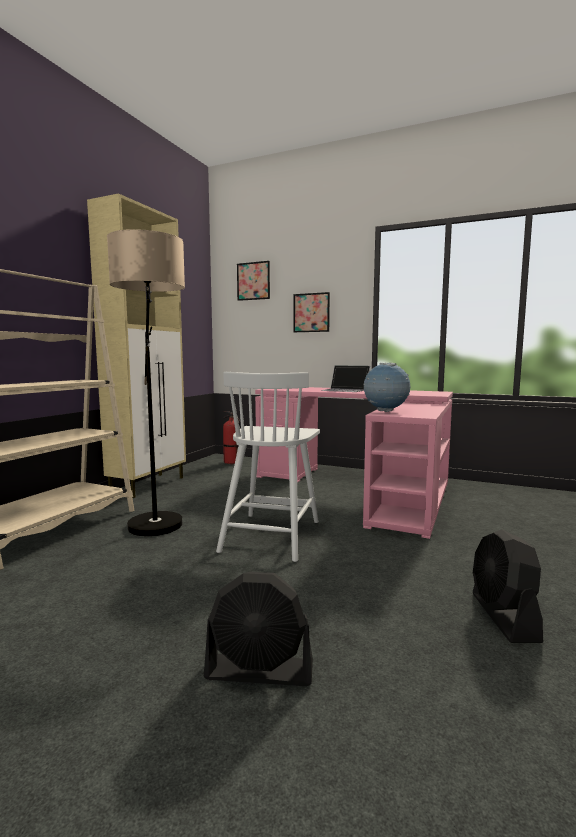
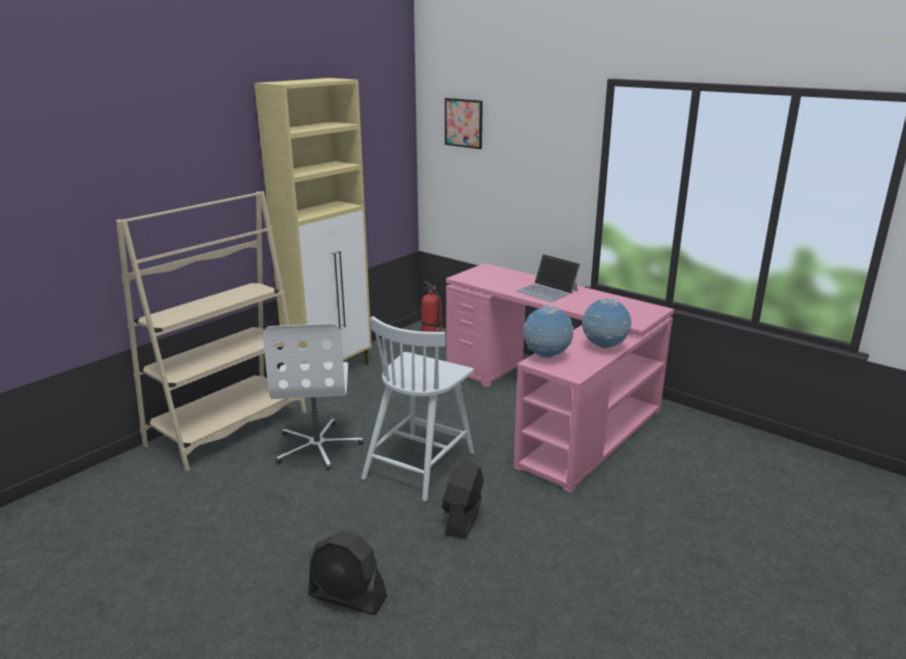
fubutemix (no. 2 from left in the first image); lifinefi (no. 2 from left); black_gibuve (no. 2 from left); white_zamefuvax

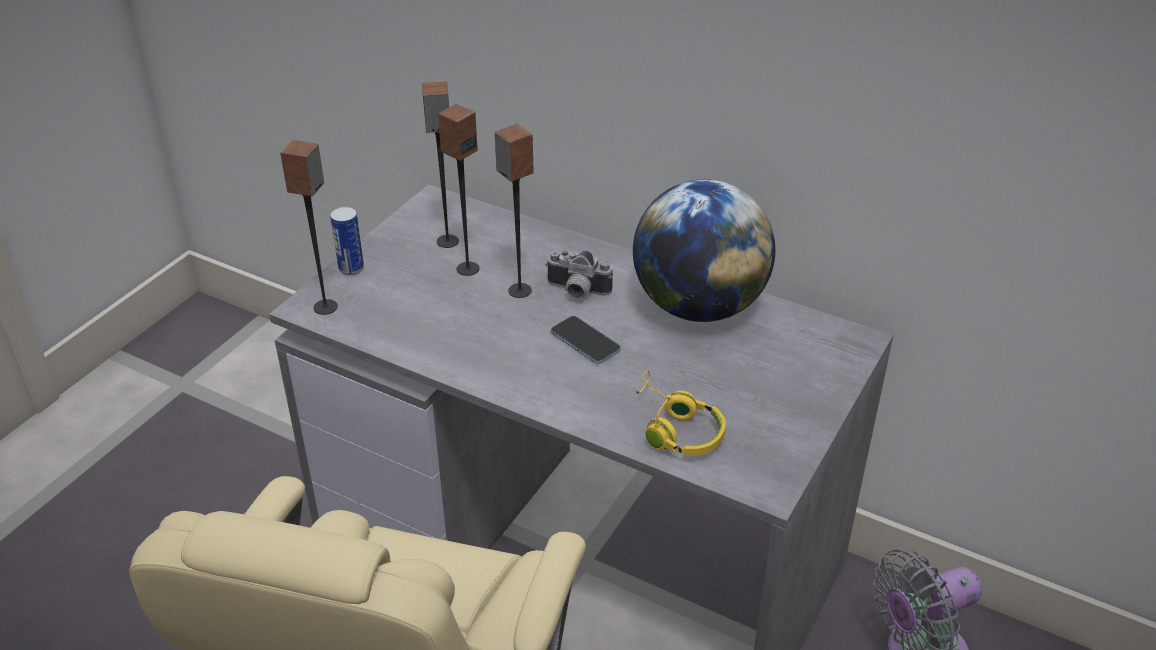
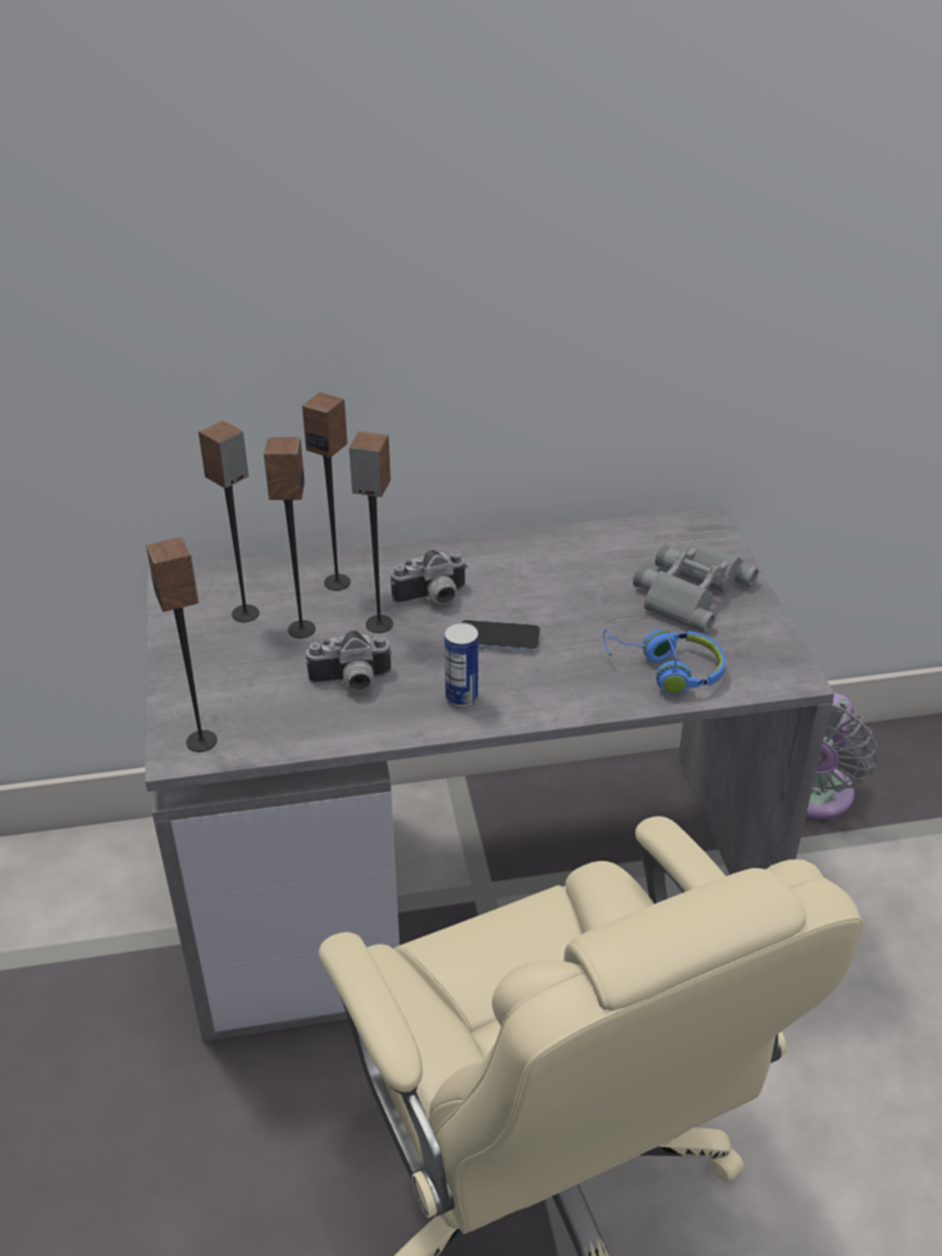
lifinefi; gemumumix (no. 4 from left); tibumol (no. 1 from left); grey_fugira; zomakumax; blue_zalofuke

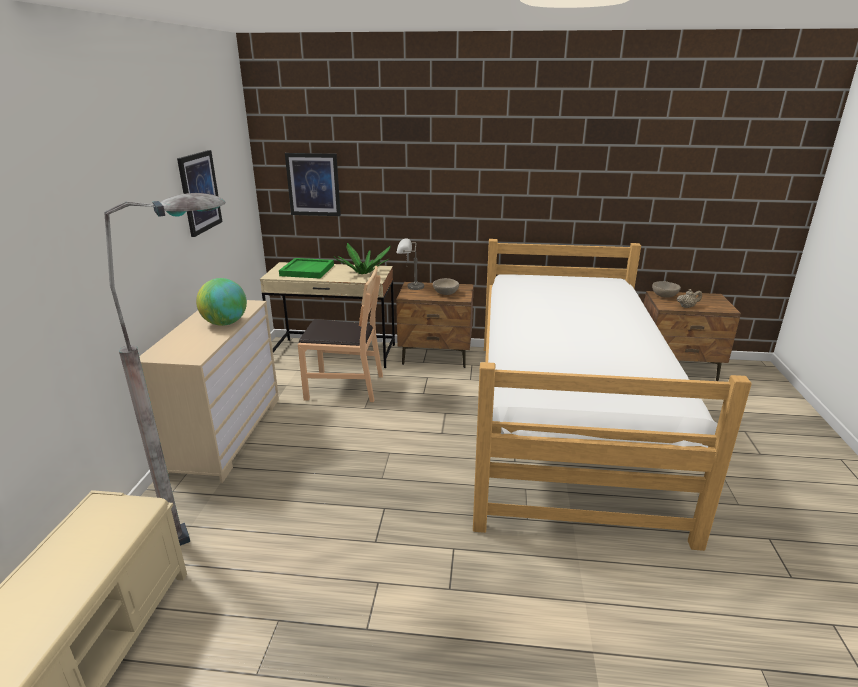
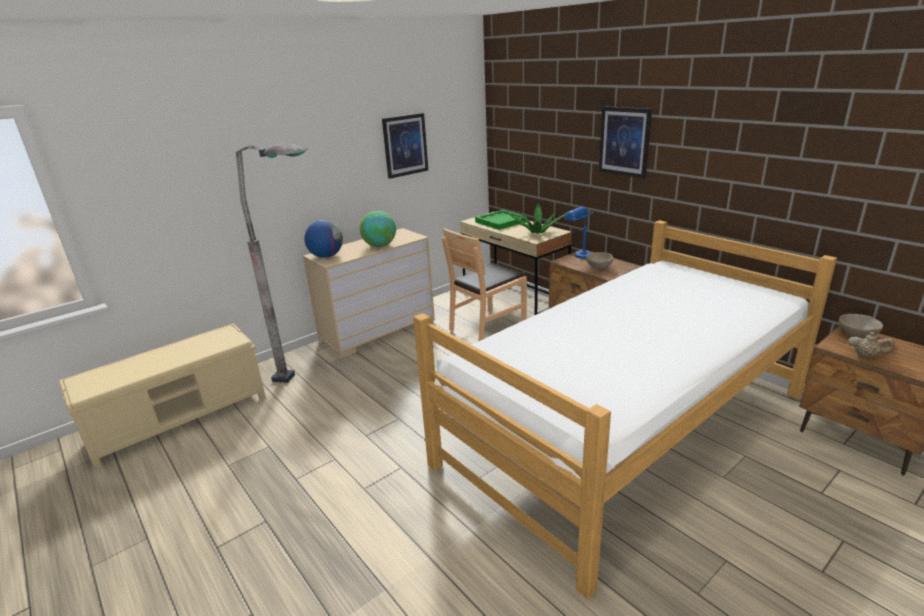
lifinefi (no. 1 from left); fubutemix (no. 2 from left); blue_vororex; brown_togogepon

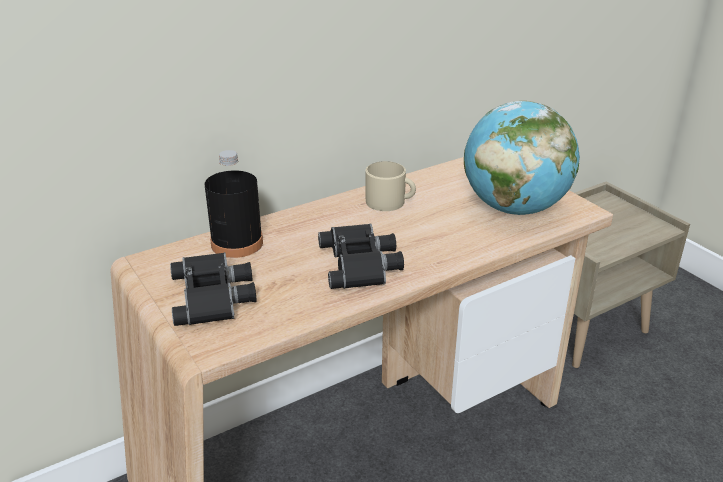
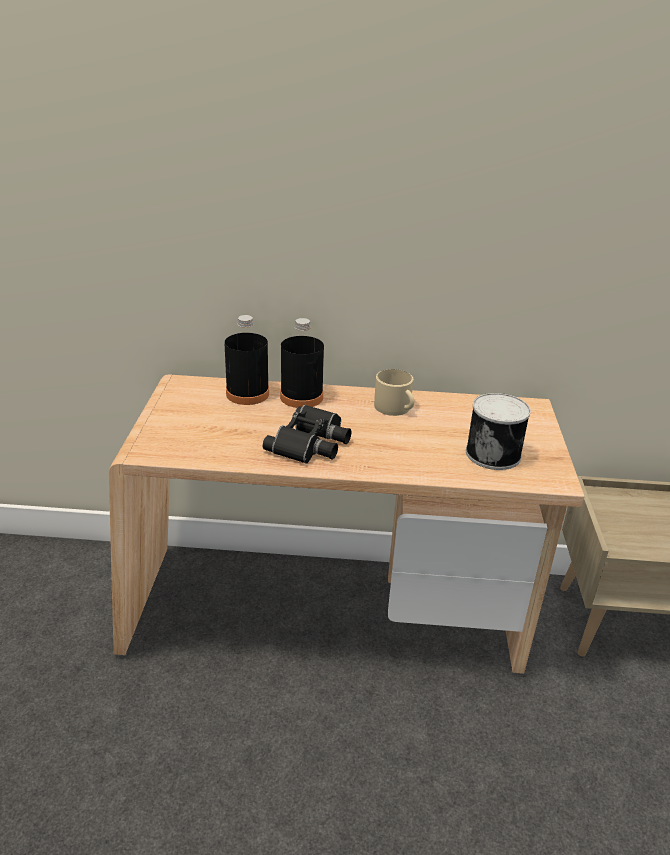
black_fugira (no. 1 from left in the first image); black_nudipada (no. 2 from left); zomakumax

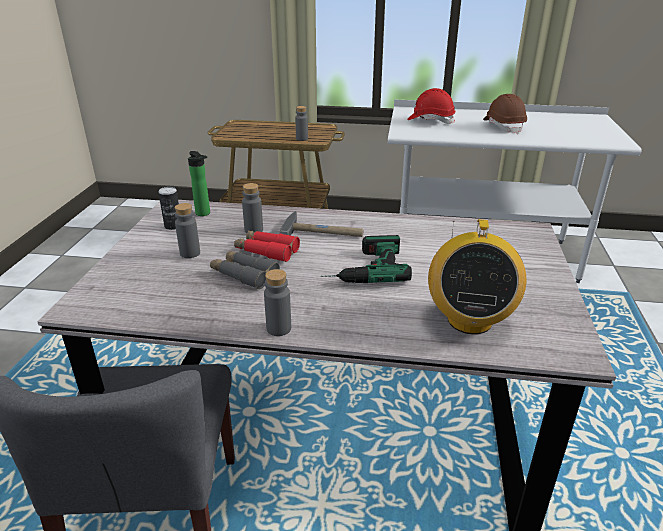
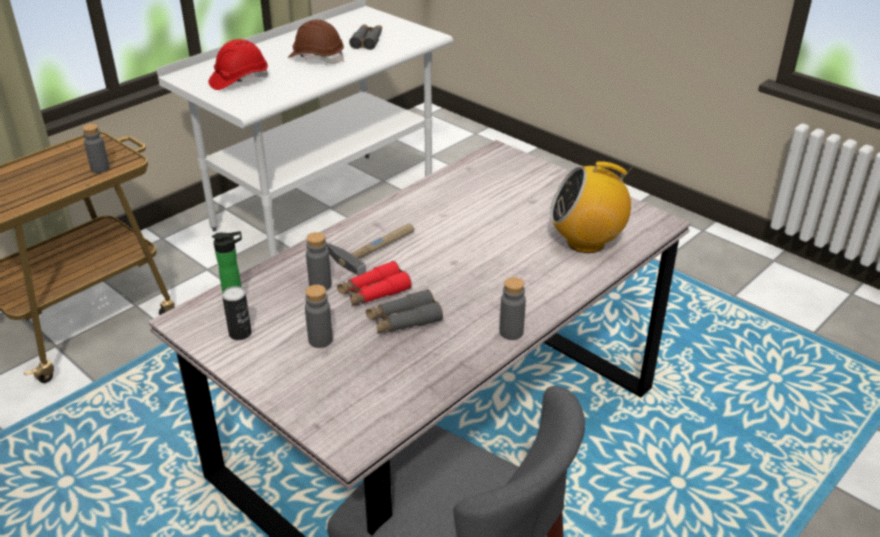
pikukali; grey_fugira (no. 1 from left); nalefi

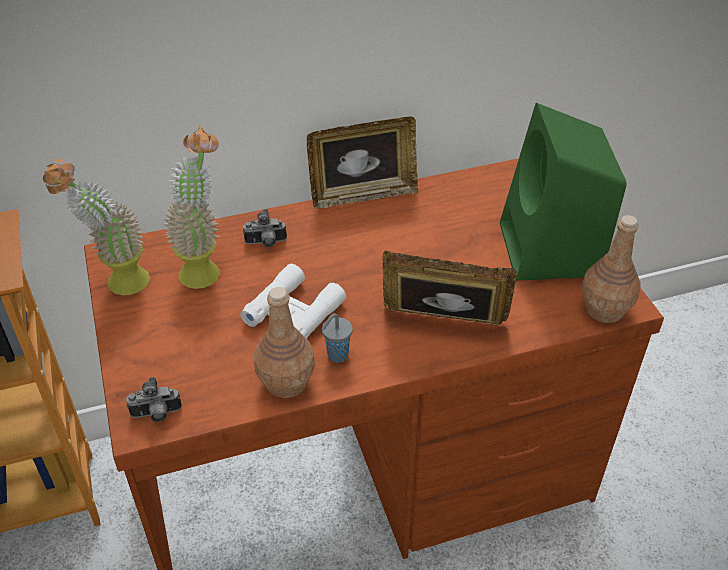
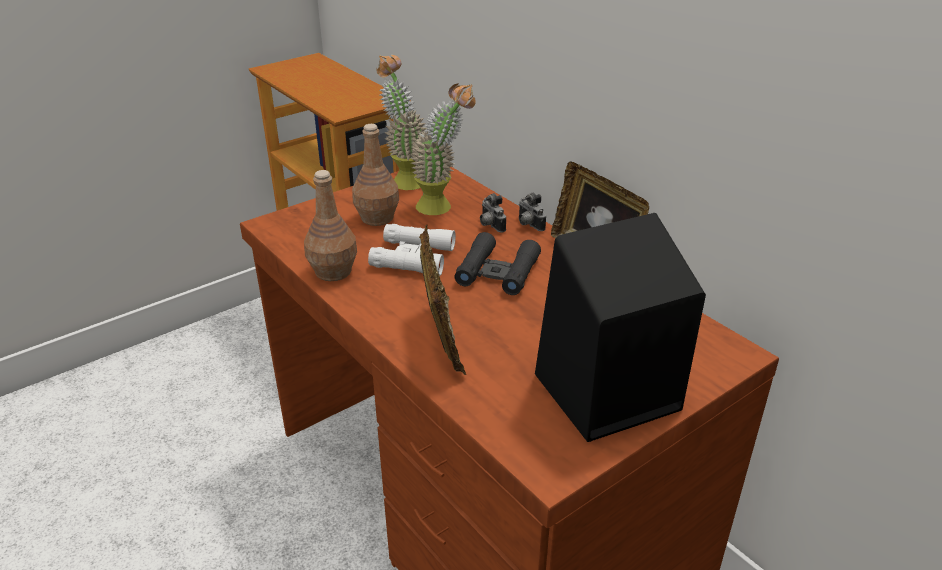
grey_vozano; black_fugira; tibumol (no. 2 from left); brown_nudipada (no. 2 from left); black_gemumumix

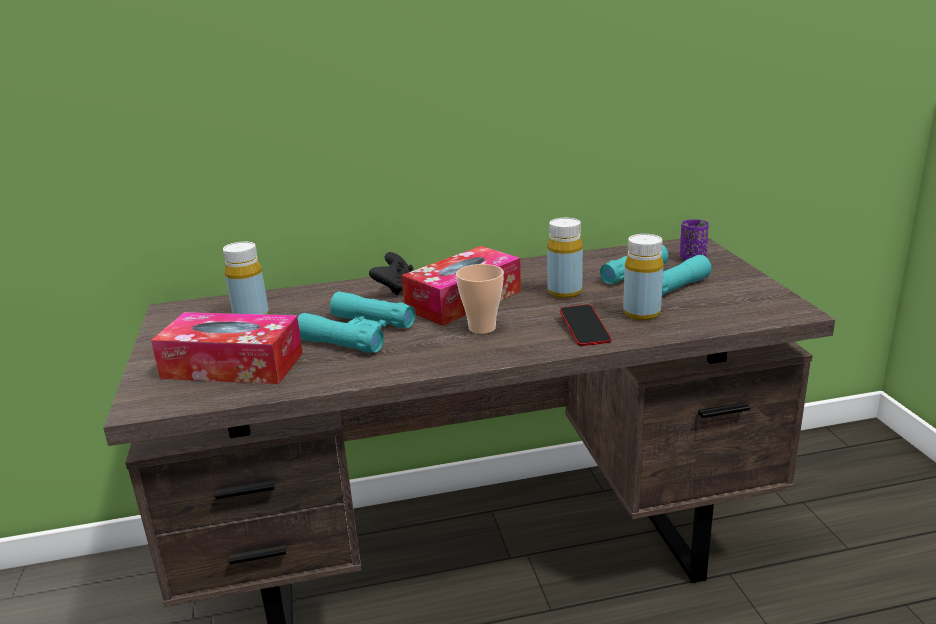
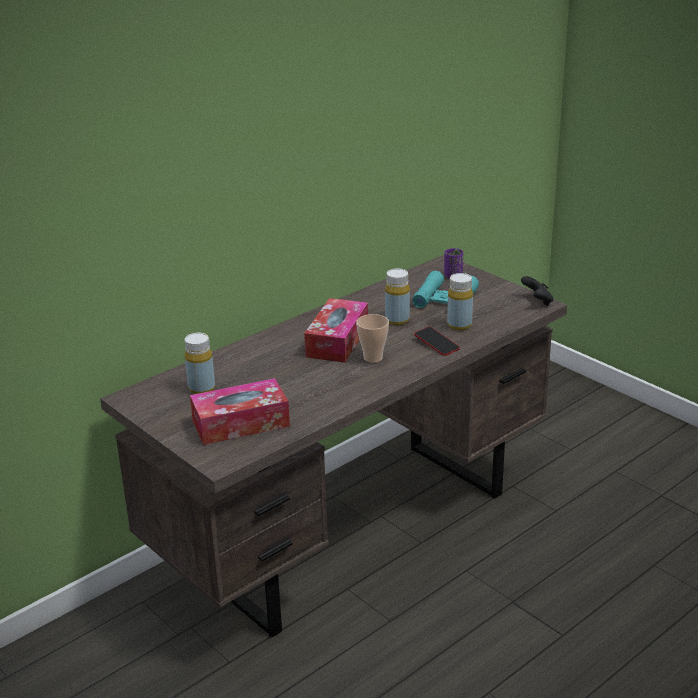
turquoise_fugira (no. 1 from left in the first image); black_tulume

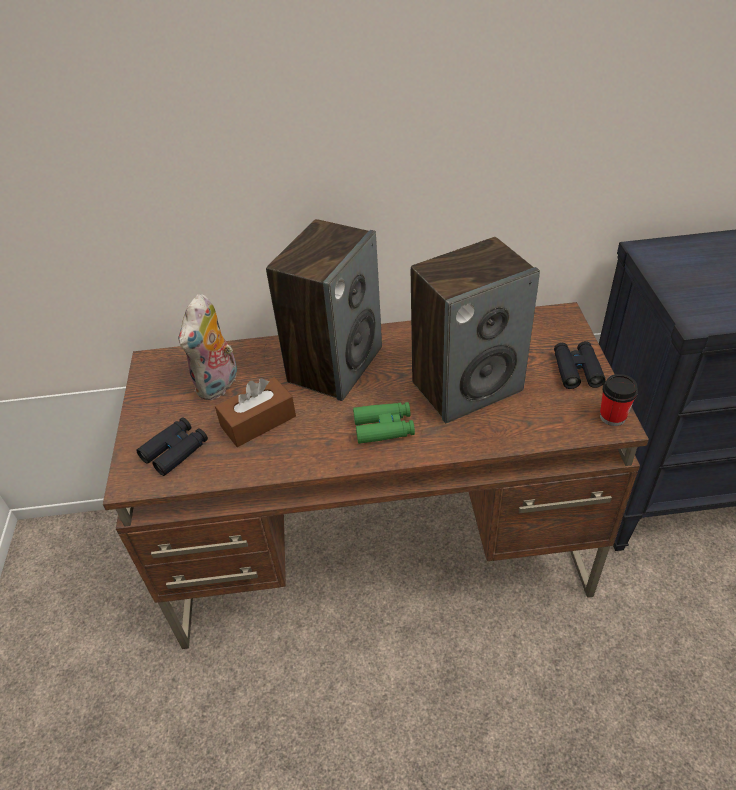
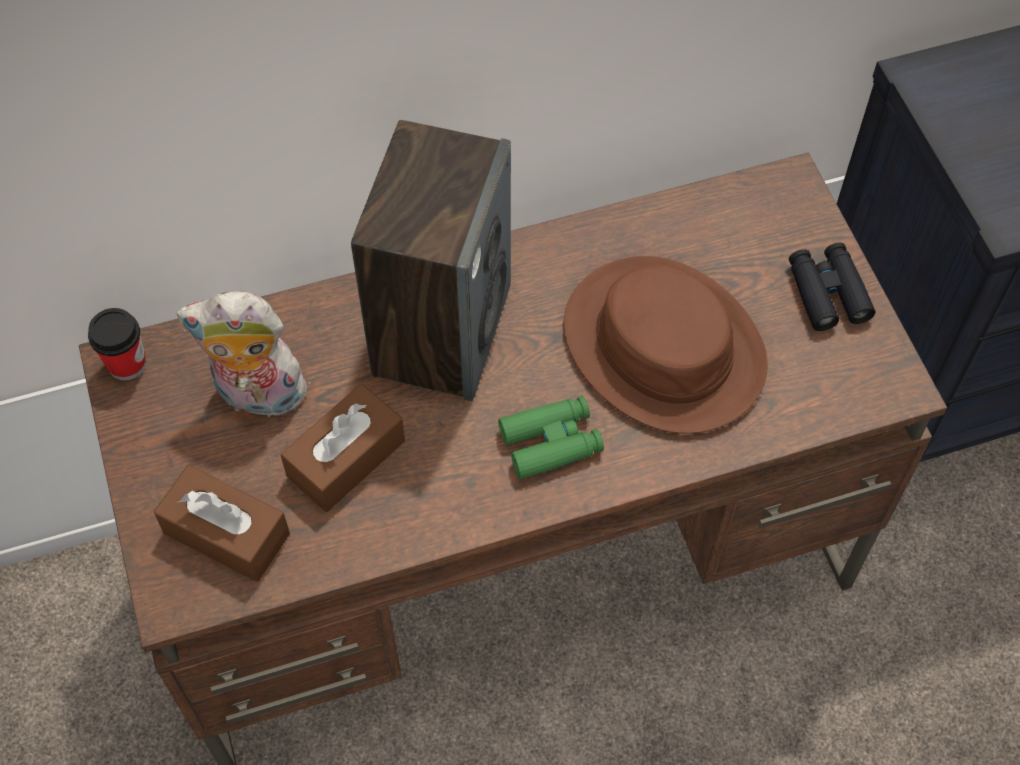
vozano; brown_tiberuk (no. 1 from left); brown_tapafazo; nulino

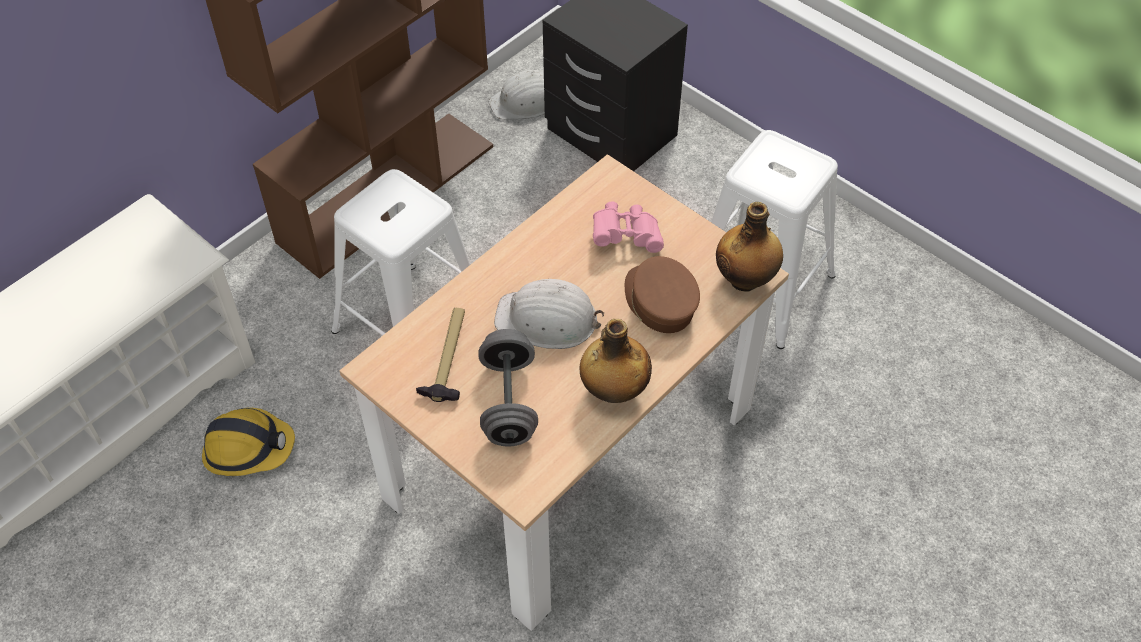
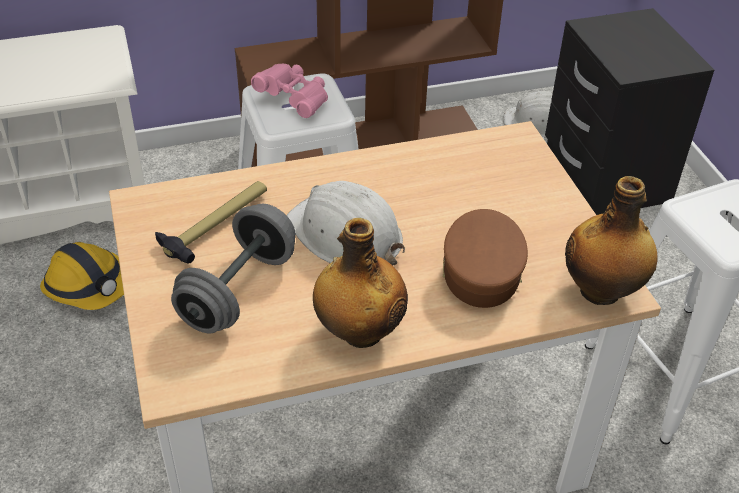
pink_fugira

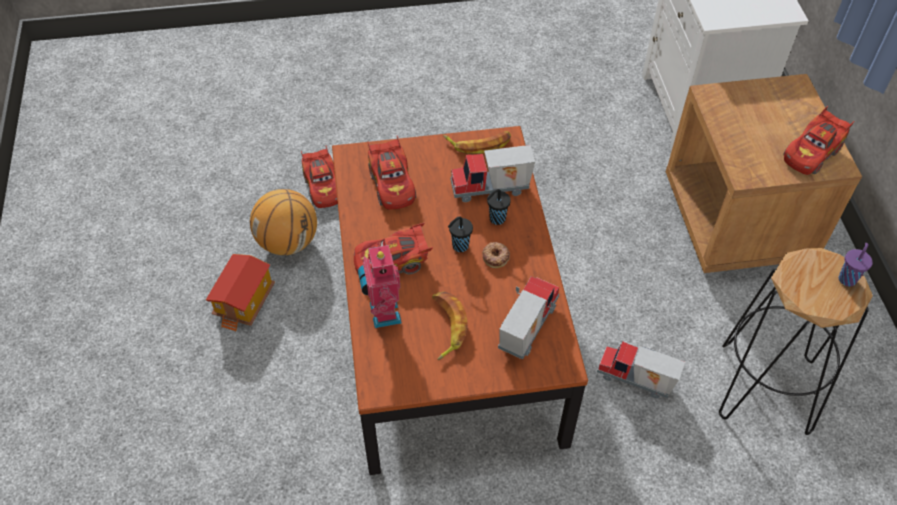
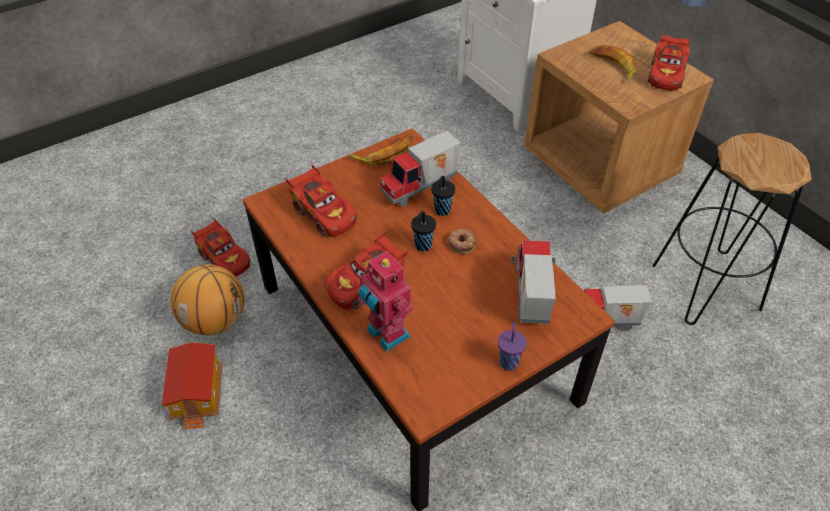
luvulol (no. 2 from left); purple_vozano

